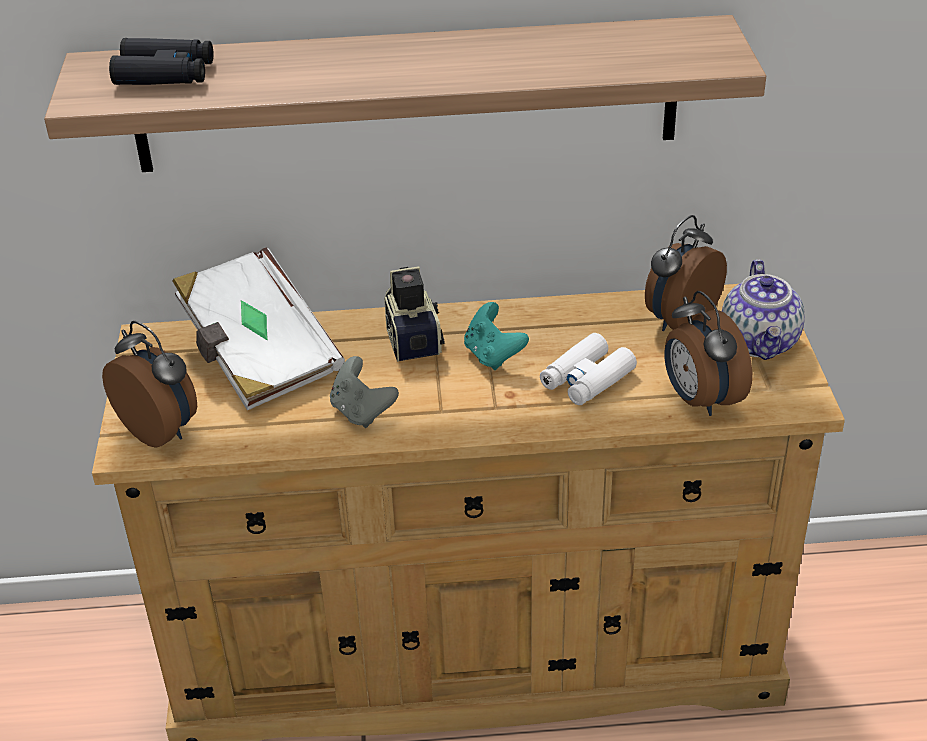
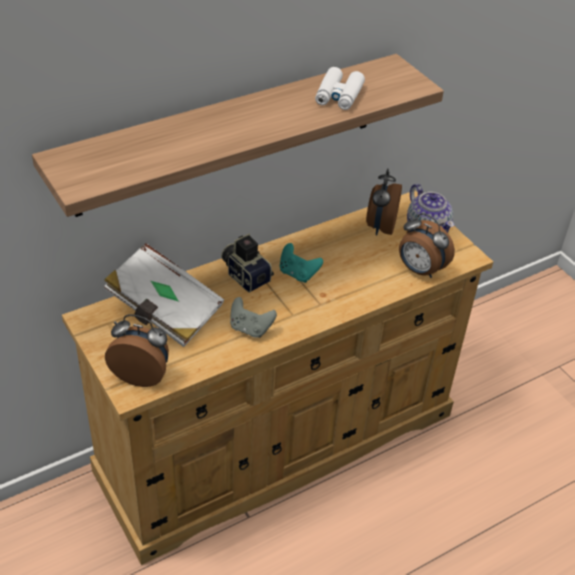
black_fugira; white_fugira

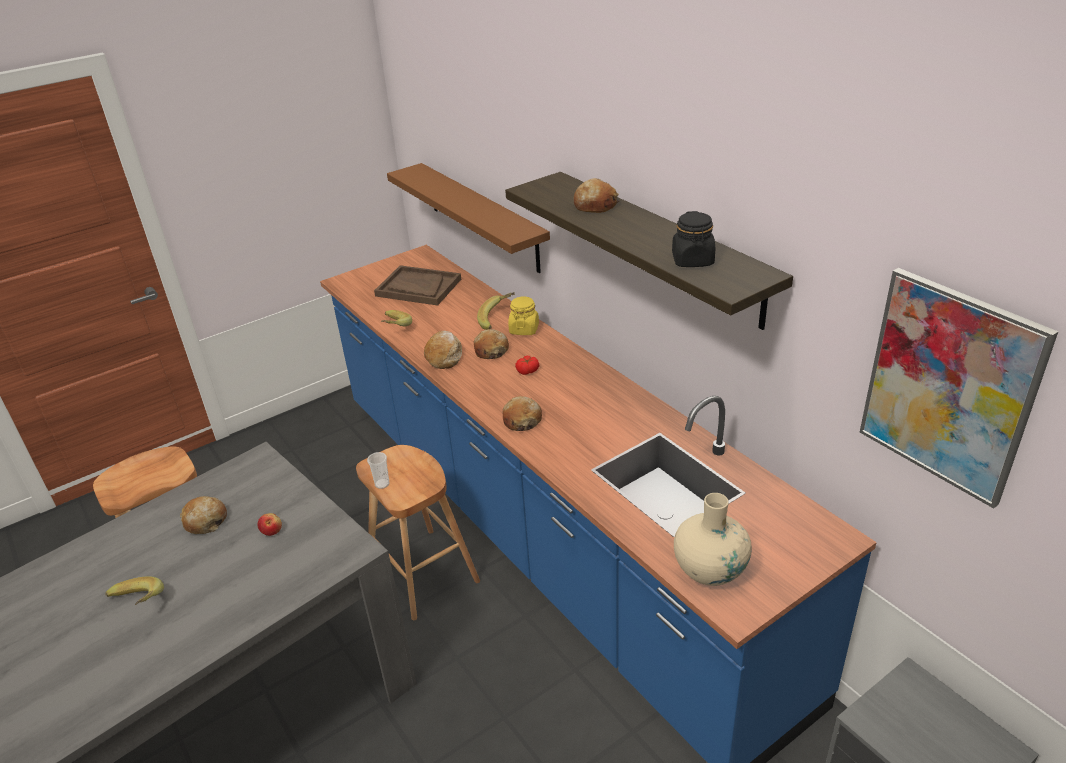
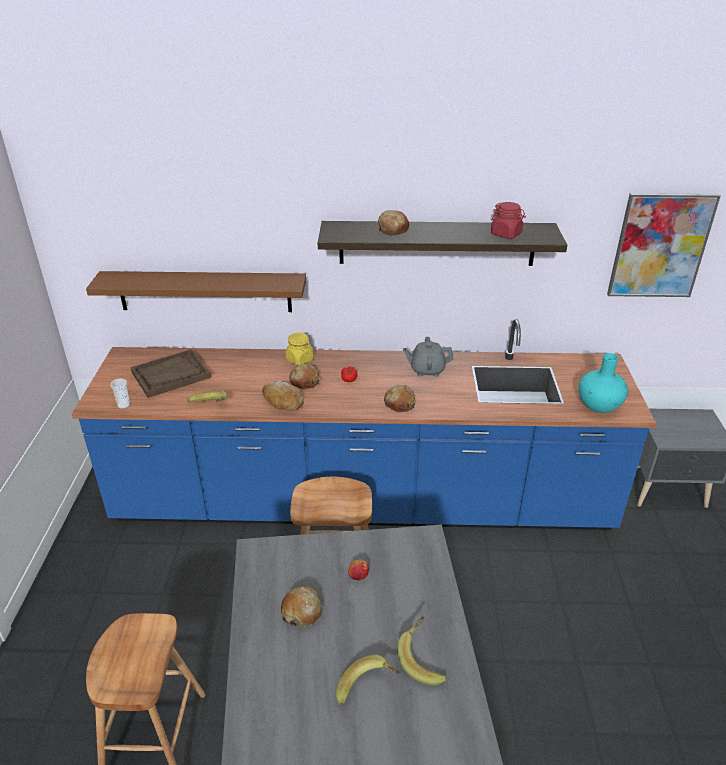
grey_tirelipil; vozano; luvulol (no. 3 from left); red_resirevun; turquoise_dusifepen

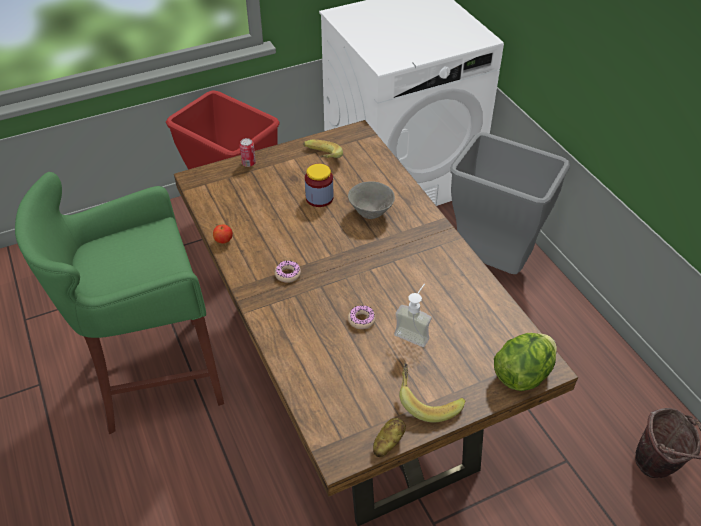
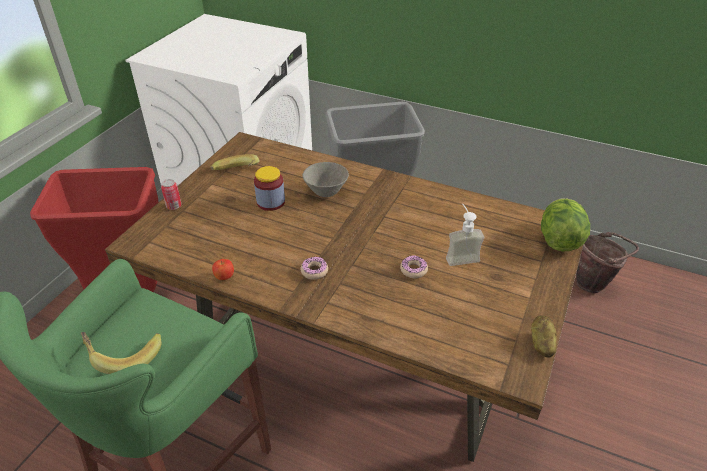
luvulol (no. 1 from left)

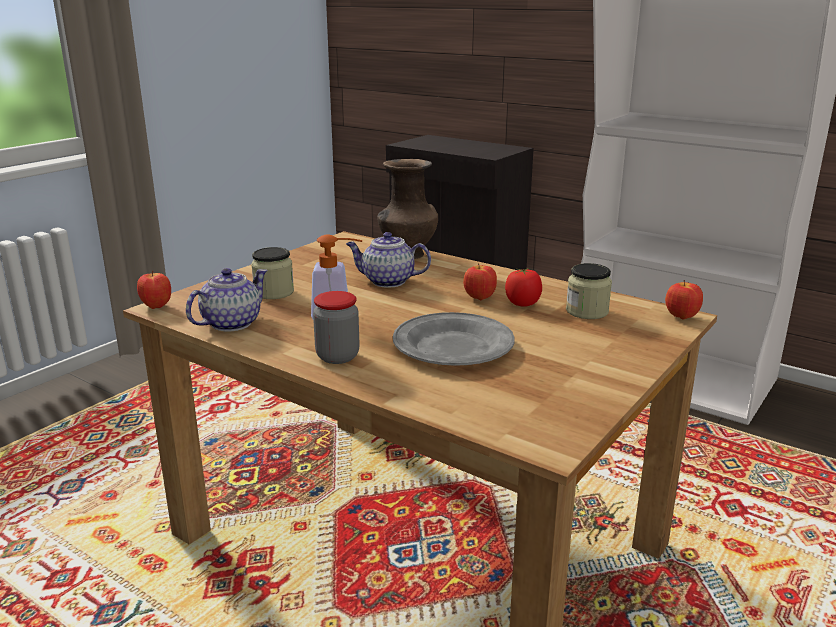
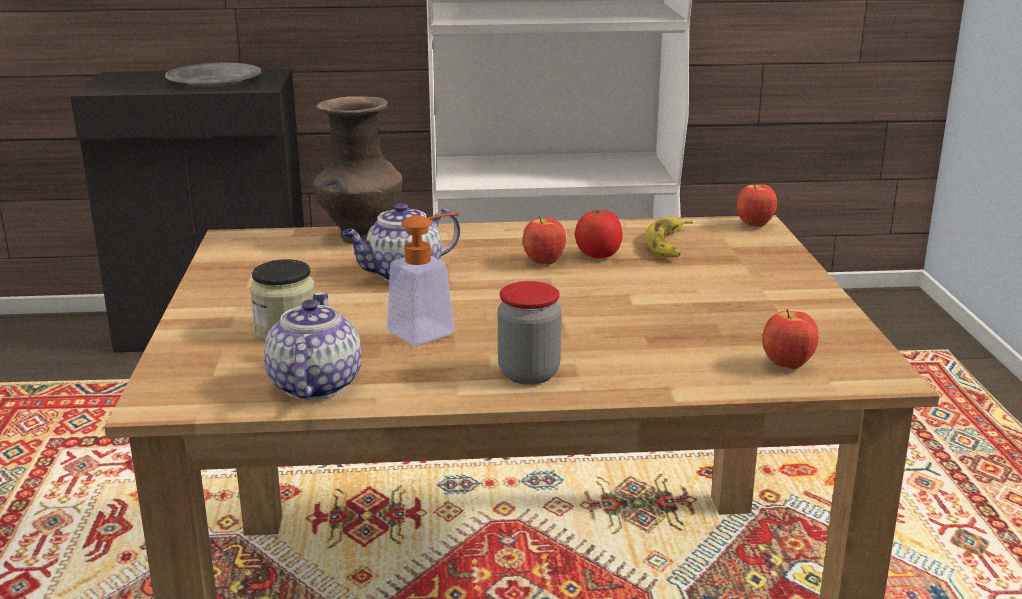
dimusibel (no. 3 from left); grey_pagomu; luvulol

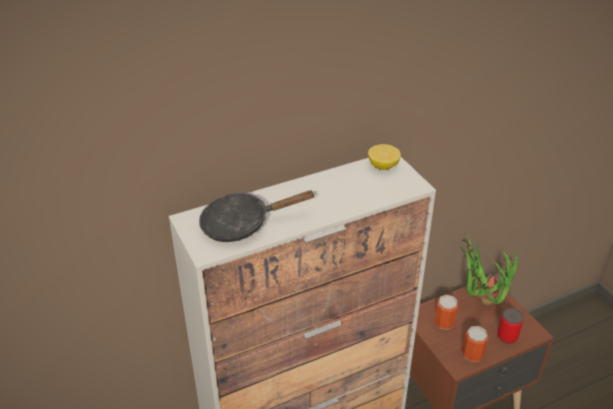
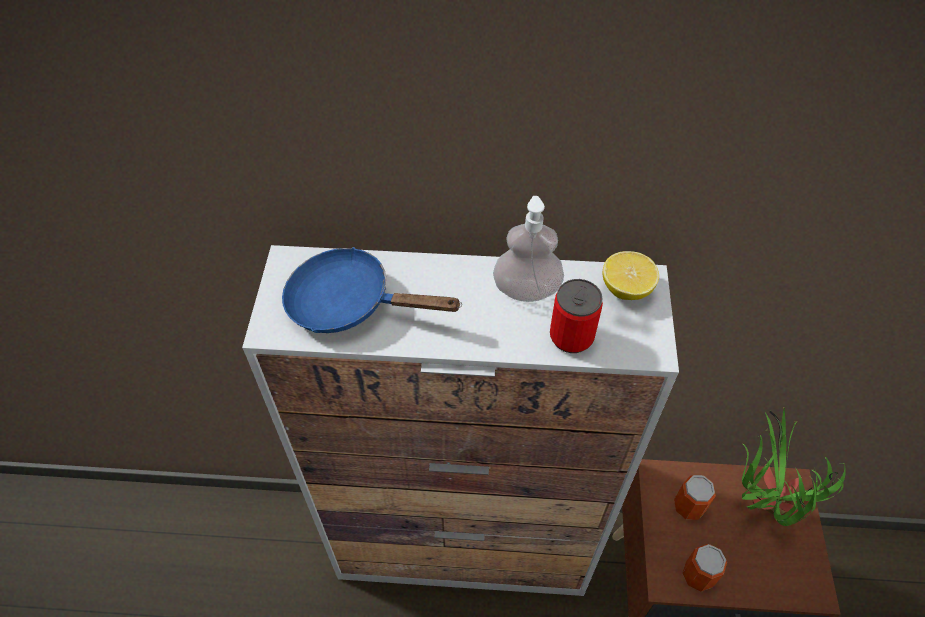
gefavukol; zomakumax (no. 1 from left); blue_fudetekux

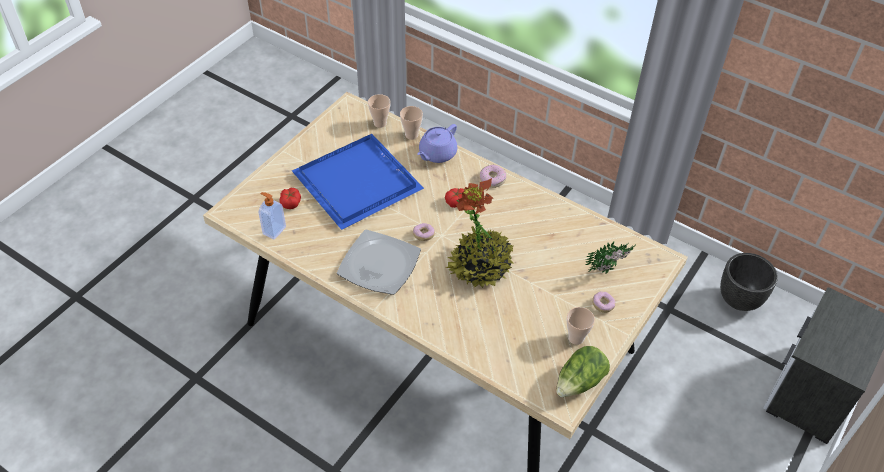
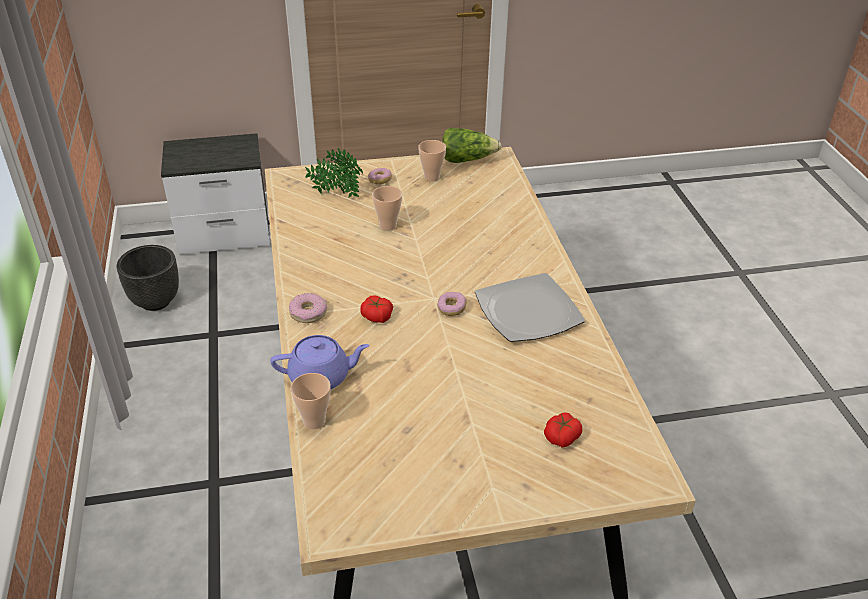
gefavukol; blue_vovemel; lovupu (no. 1 from left in the first image); vozano (no. 2 from left)

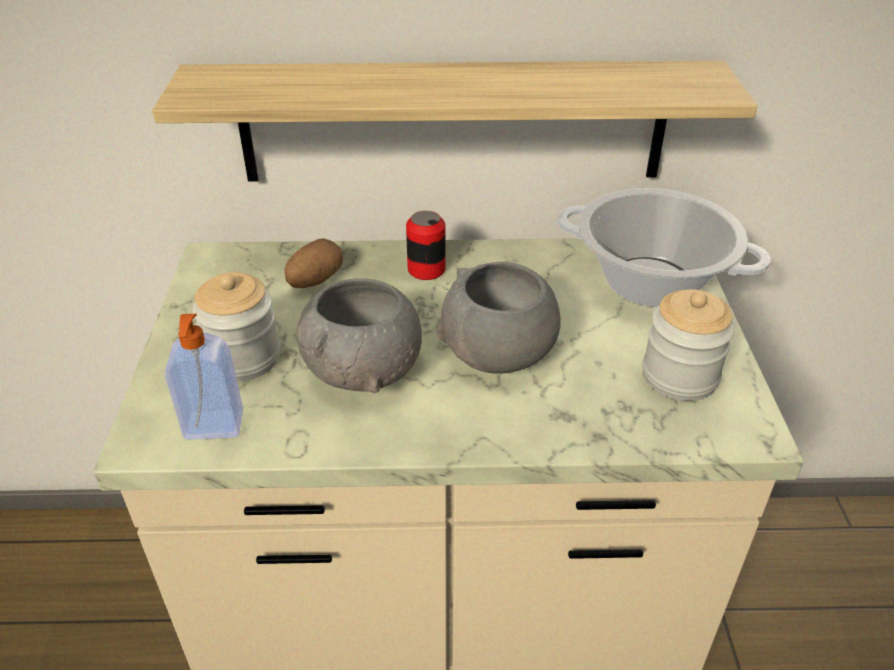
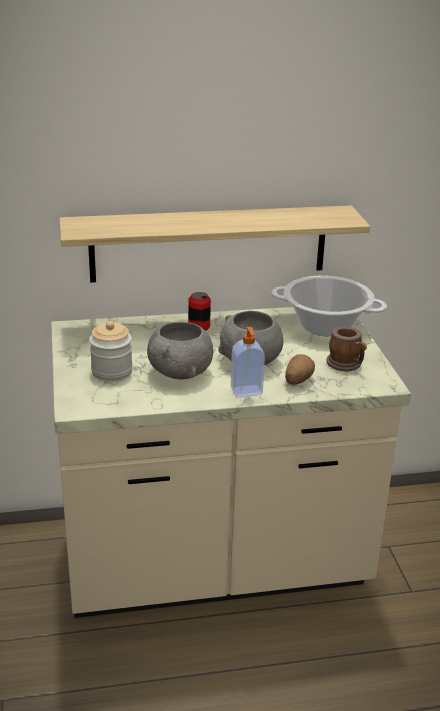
gefavukol; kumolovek; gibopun

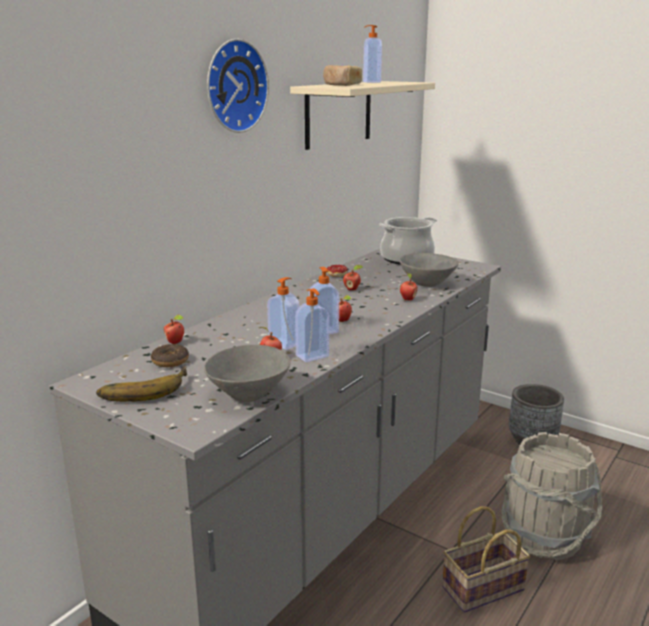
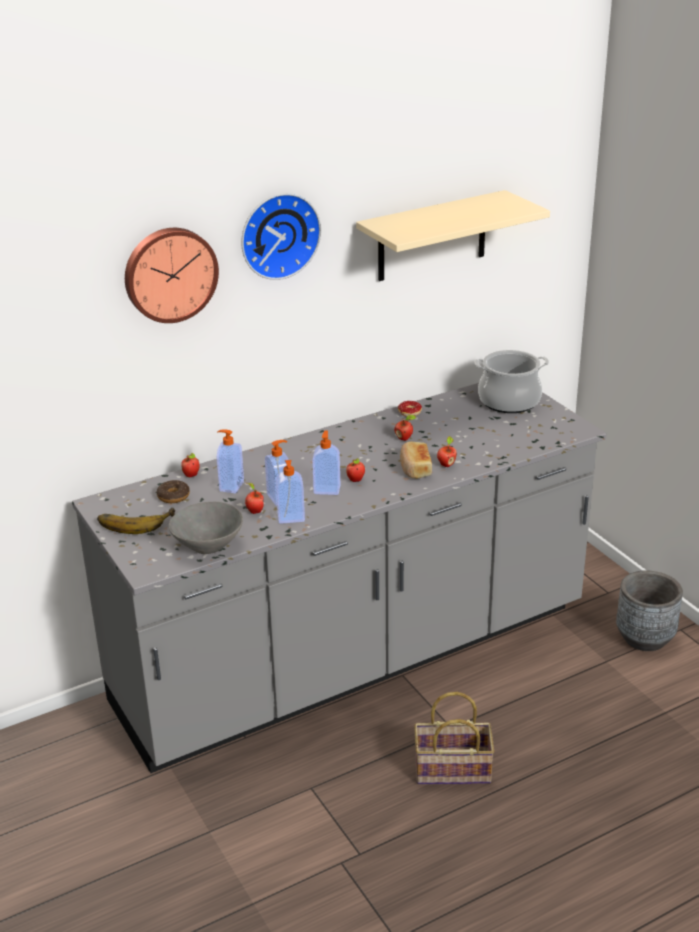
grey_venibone (no. 2 from left in the first image); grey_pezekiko; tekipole (no. 1 from left); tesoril; gefavukol (no. 1 from left)

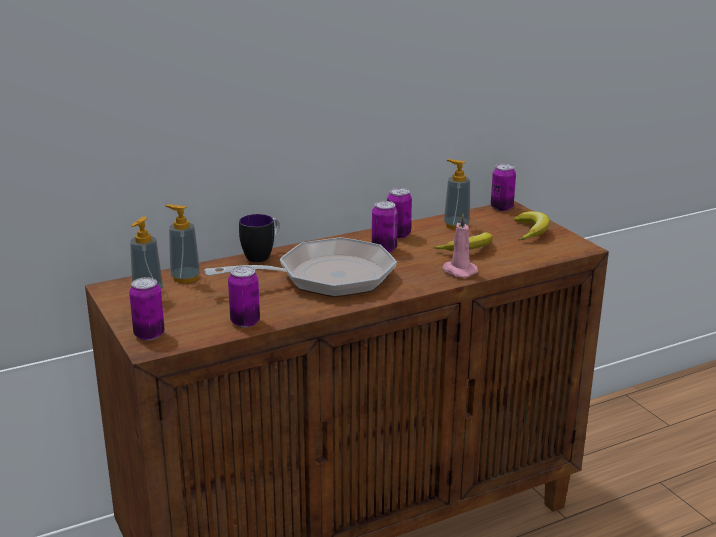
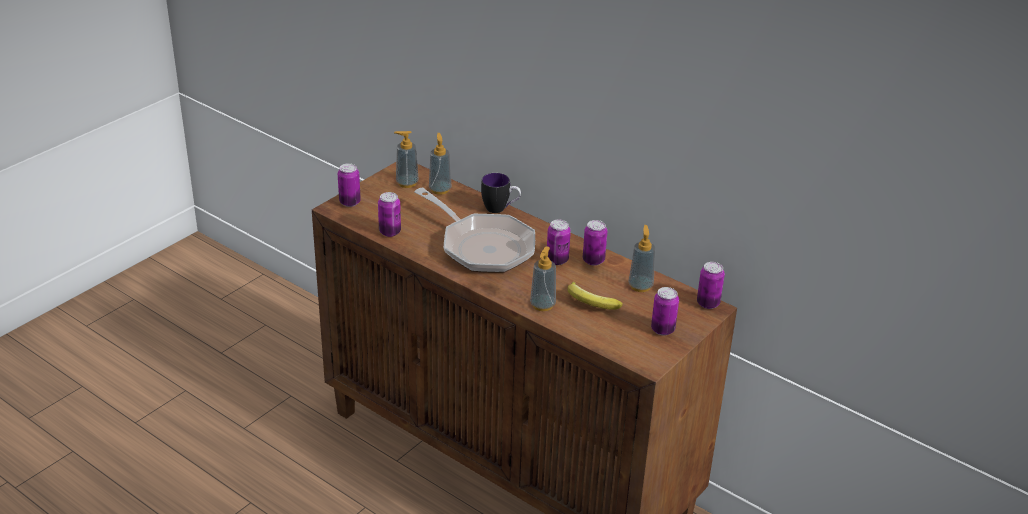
gefavukol (no. 3 from left); zomakumax (no. 5 from left)

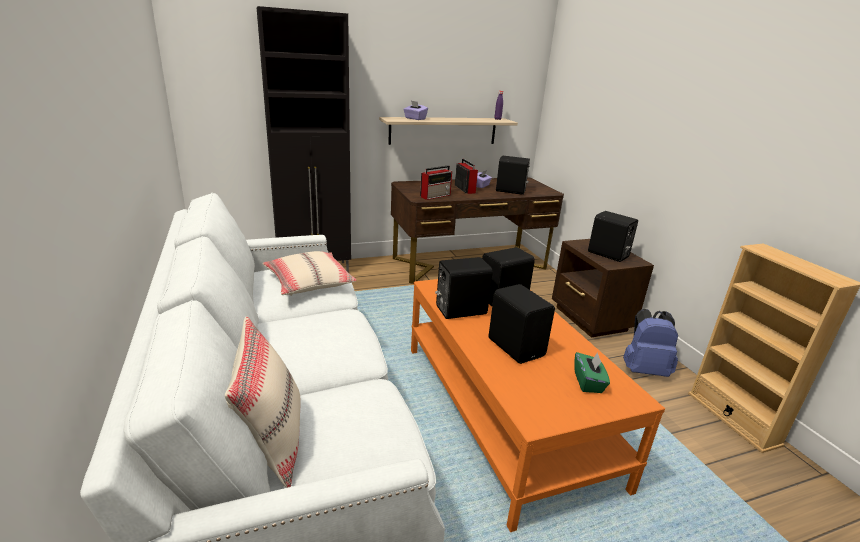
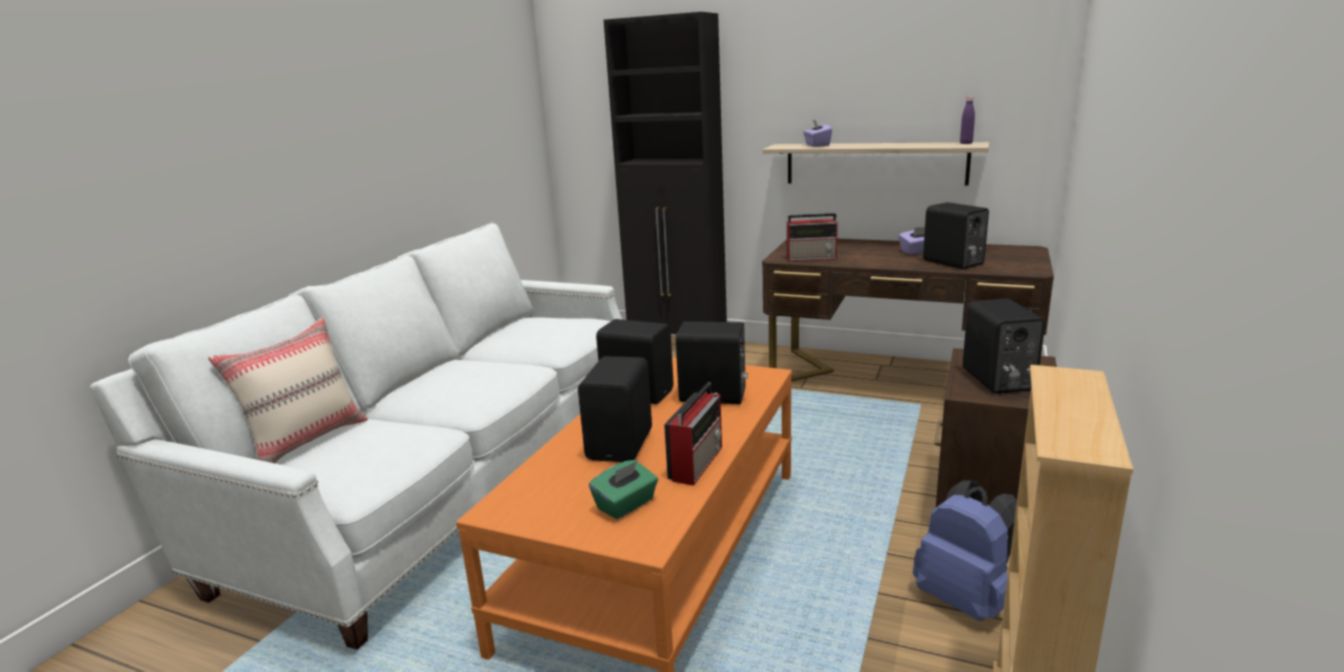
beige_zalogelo (no. 2 from left in the first image); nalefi (no. 1 from left)

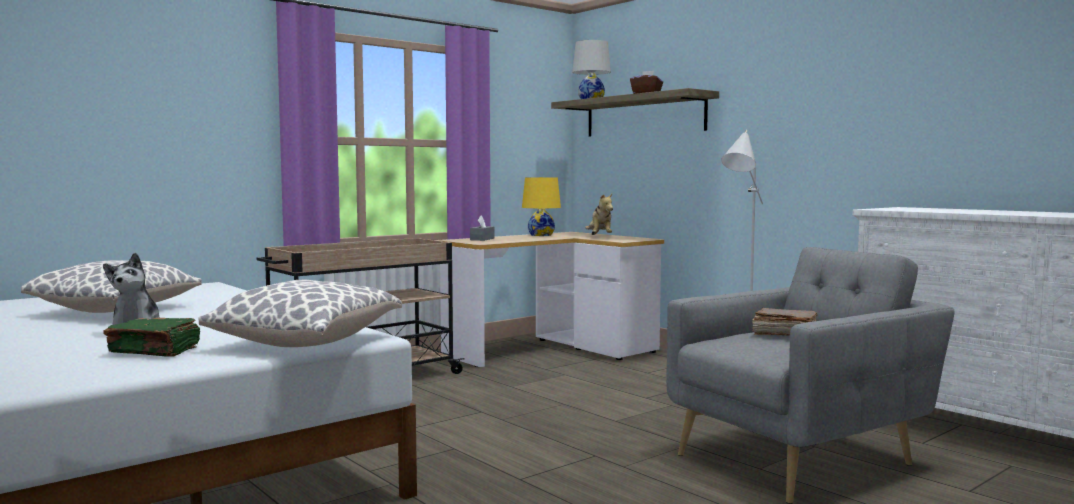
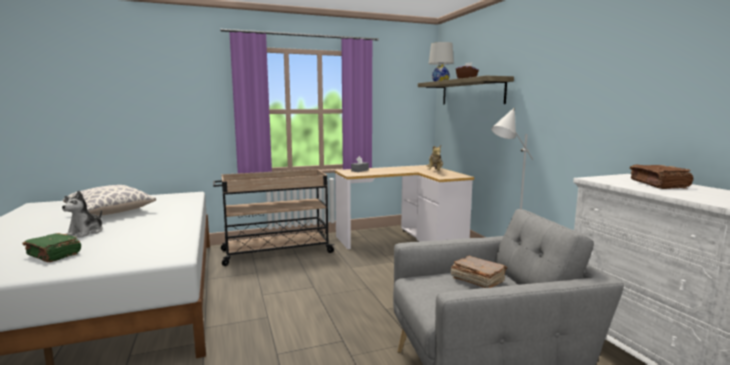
zalogelo (no. 2 from left in the first image); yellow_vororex; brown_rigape (no. 2 from left)

